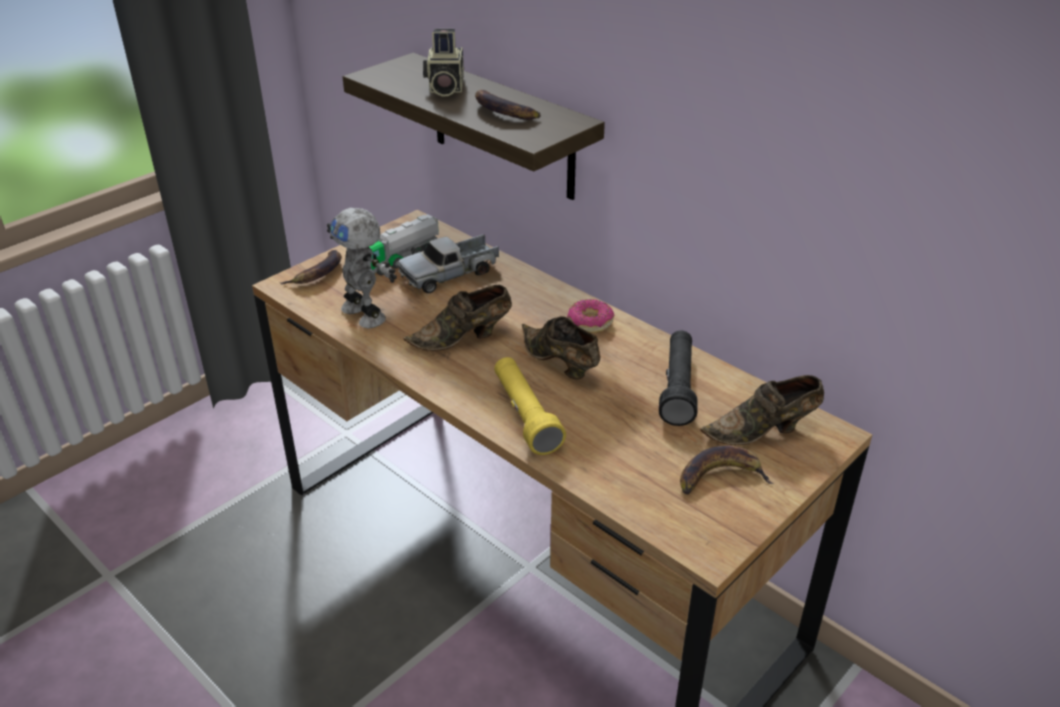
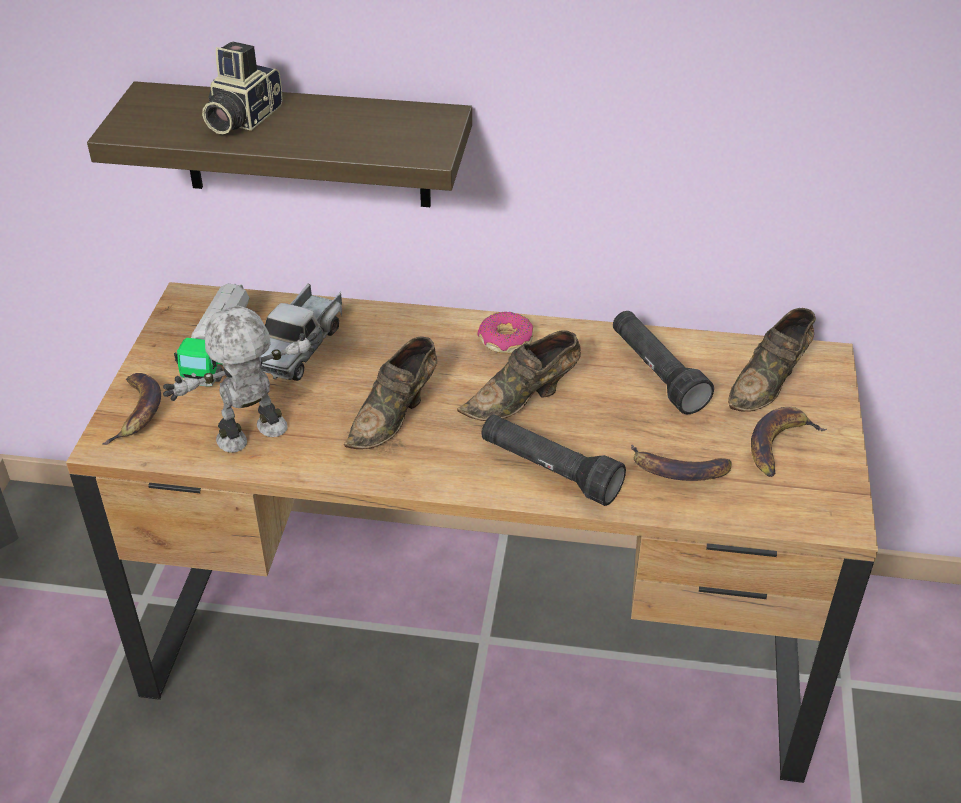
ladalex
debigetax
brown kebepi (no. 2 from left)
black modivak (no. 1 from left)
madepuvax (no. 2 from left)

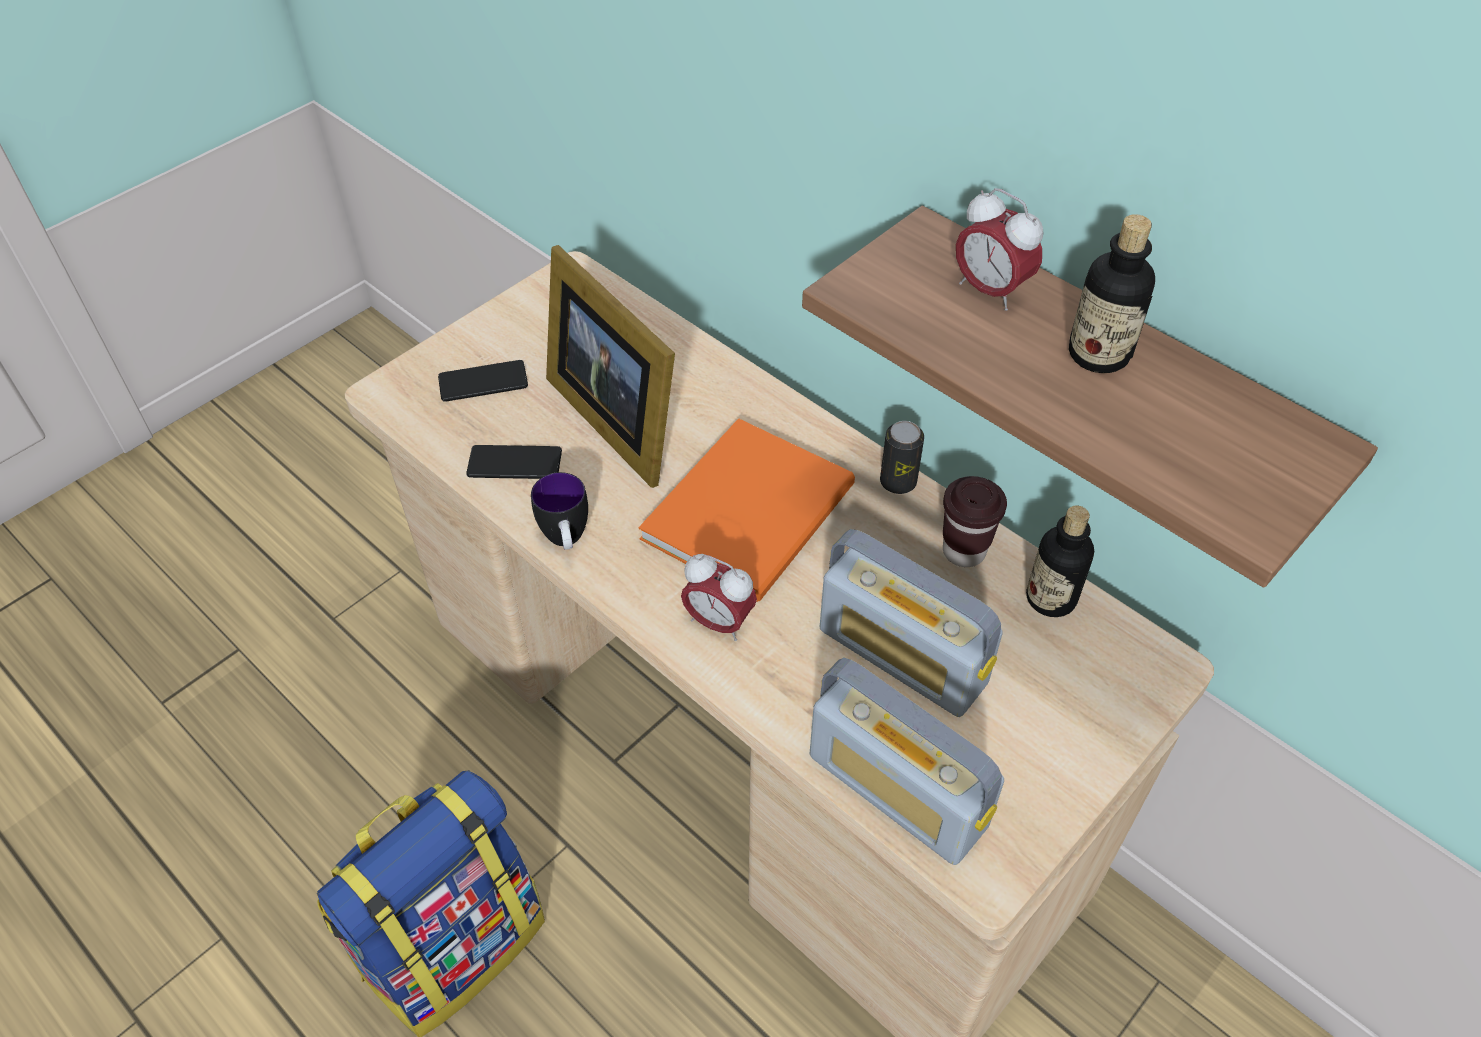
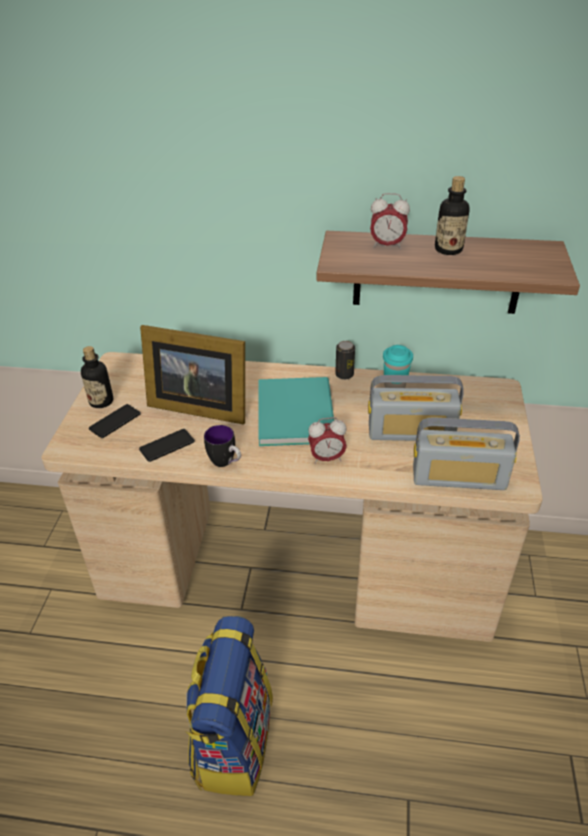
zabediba (no. 1 from left)
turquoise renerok
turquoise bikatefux

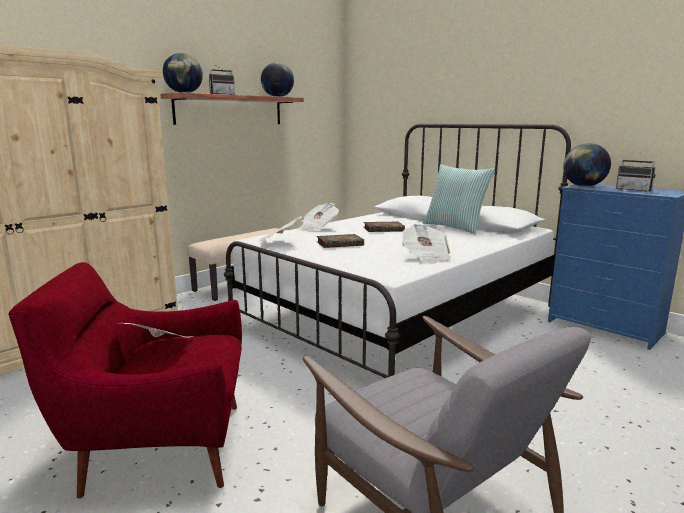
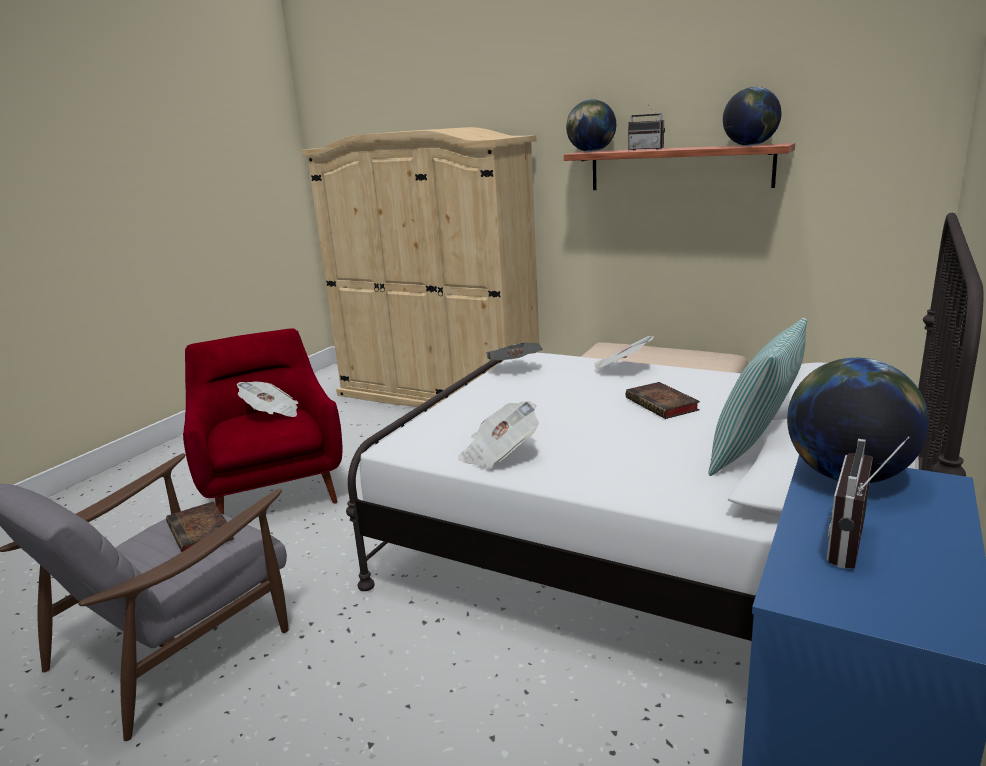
renerok (no. 1 from left)

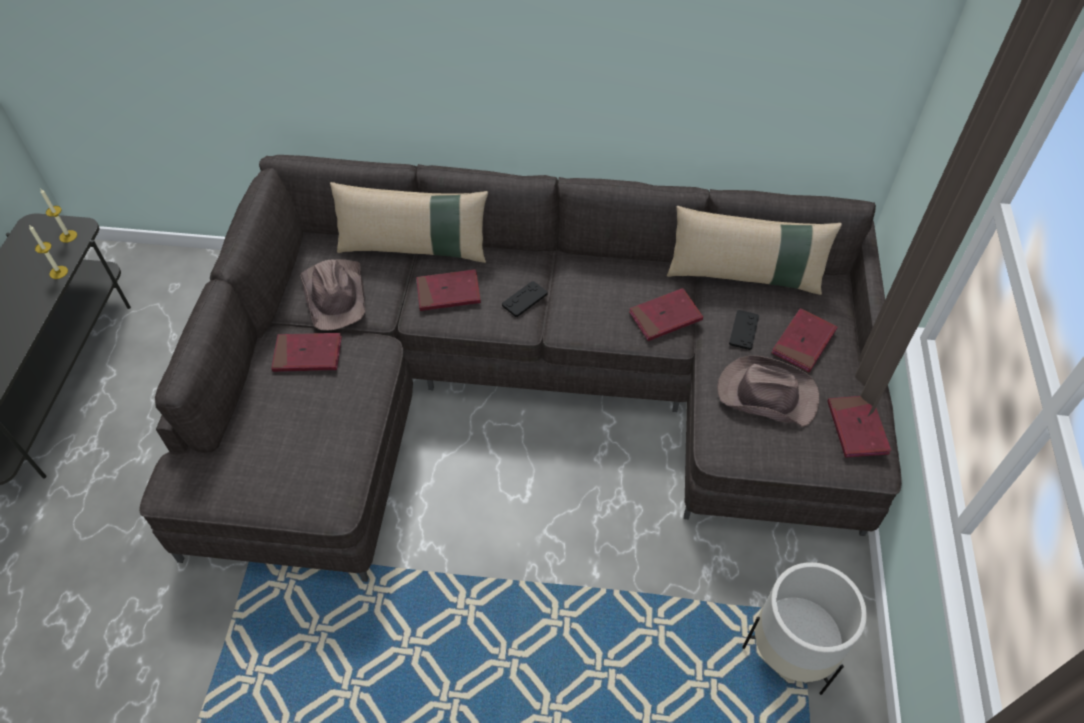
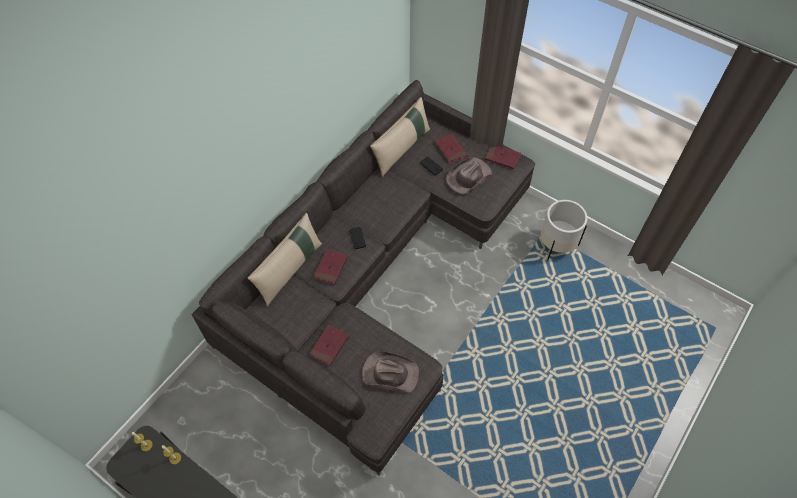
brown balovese (no. 1 from left)
red renerok (no. 3 from left in the first image)

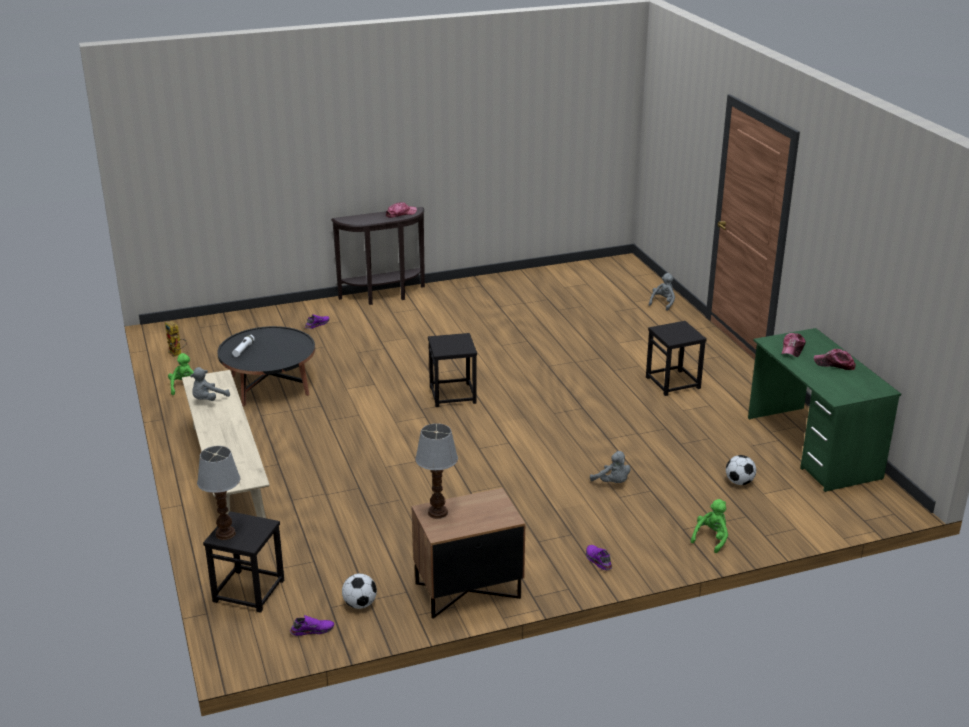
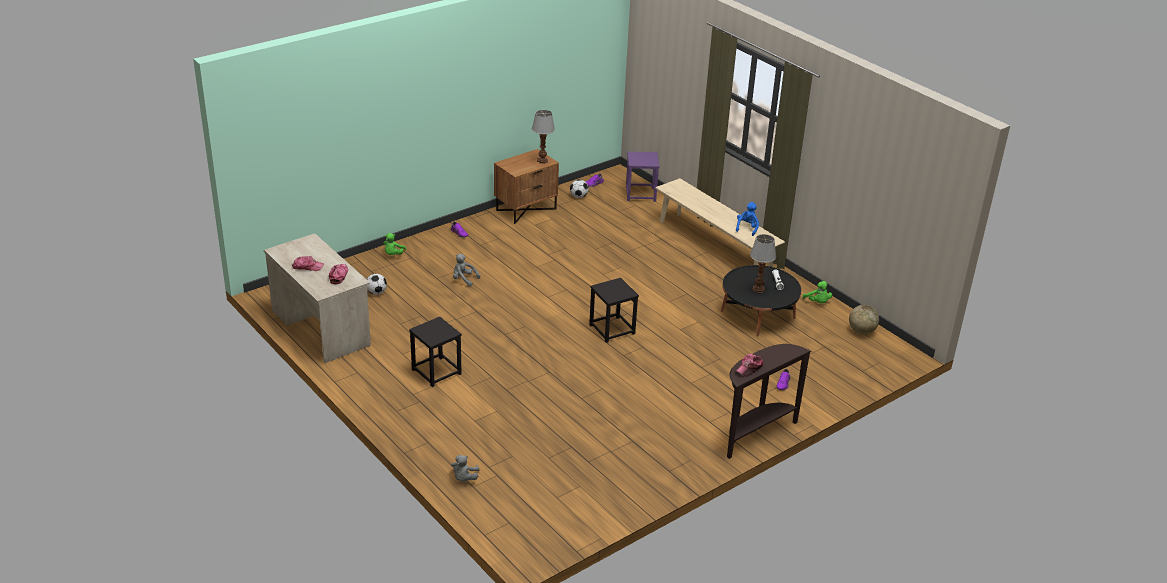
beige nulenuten
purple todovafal
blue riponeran
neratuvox (no. 2 from left)
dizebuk

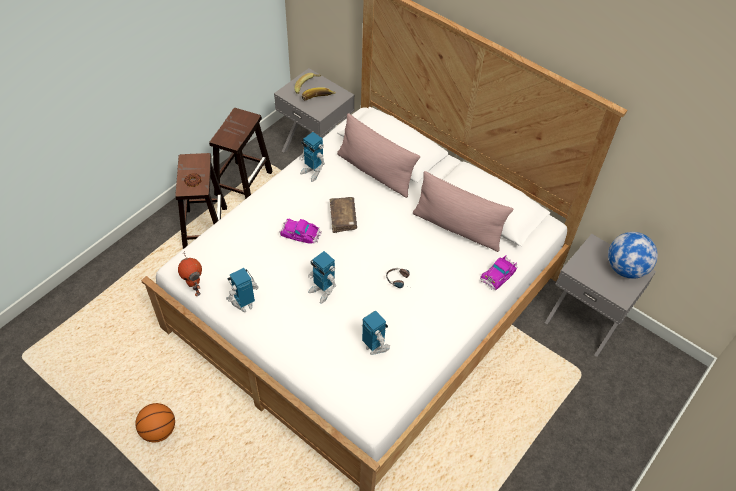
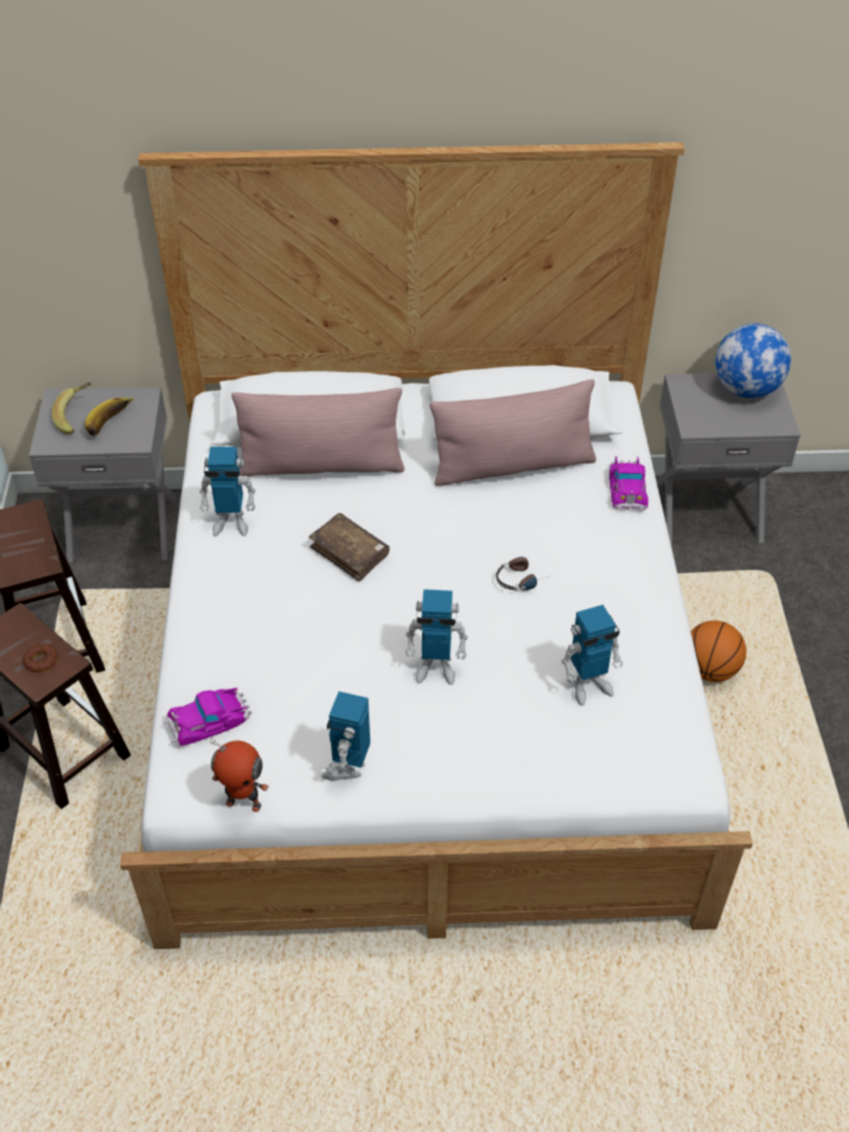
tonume (no. 1 from left)
ladalex (no. 5 from left)
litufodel

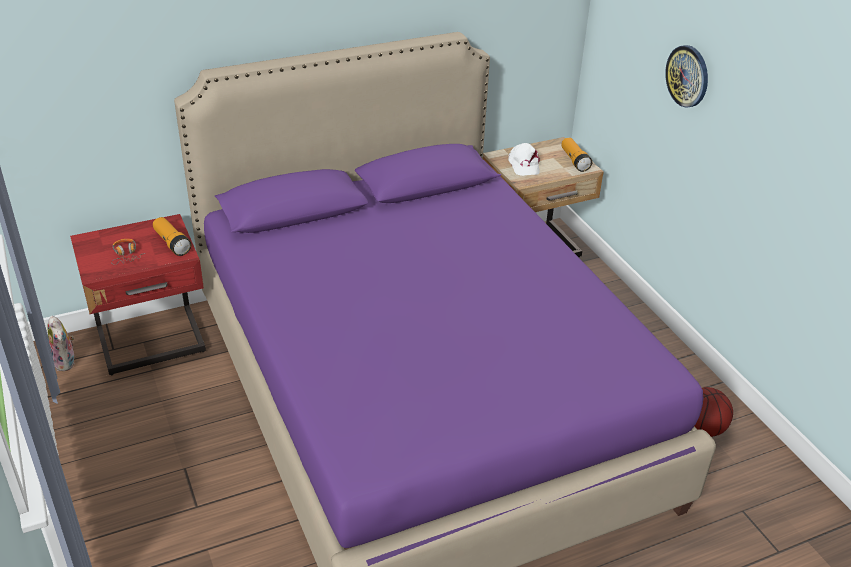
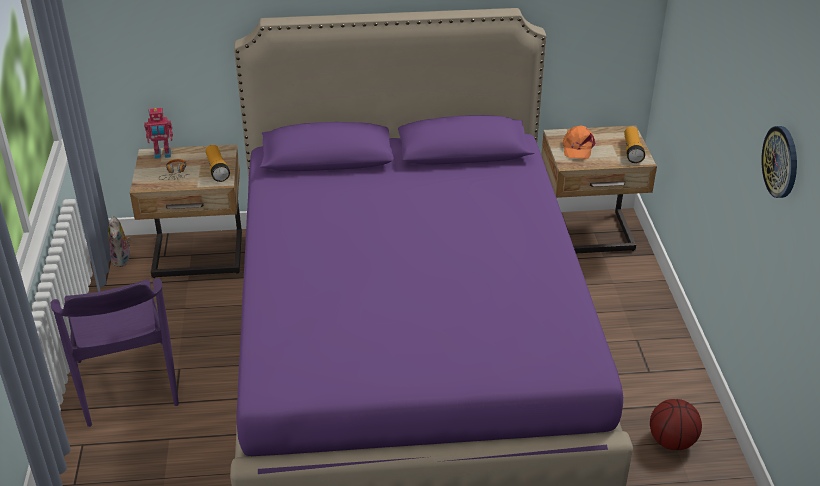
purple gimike
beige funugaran (no. 1 from left)
ladalex
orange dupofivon
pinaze

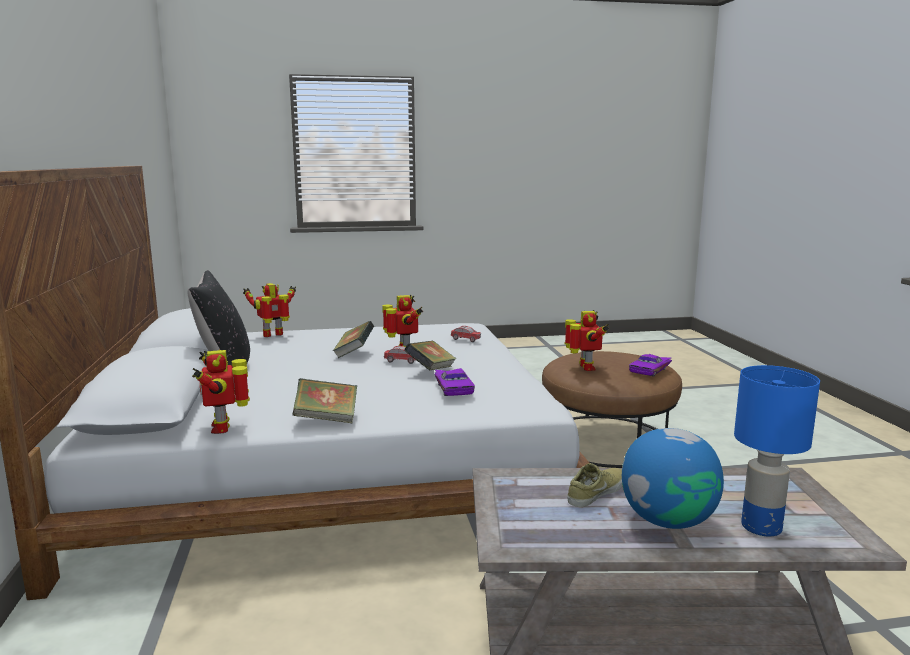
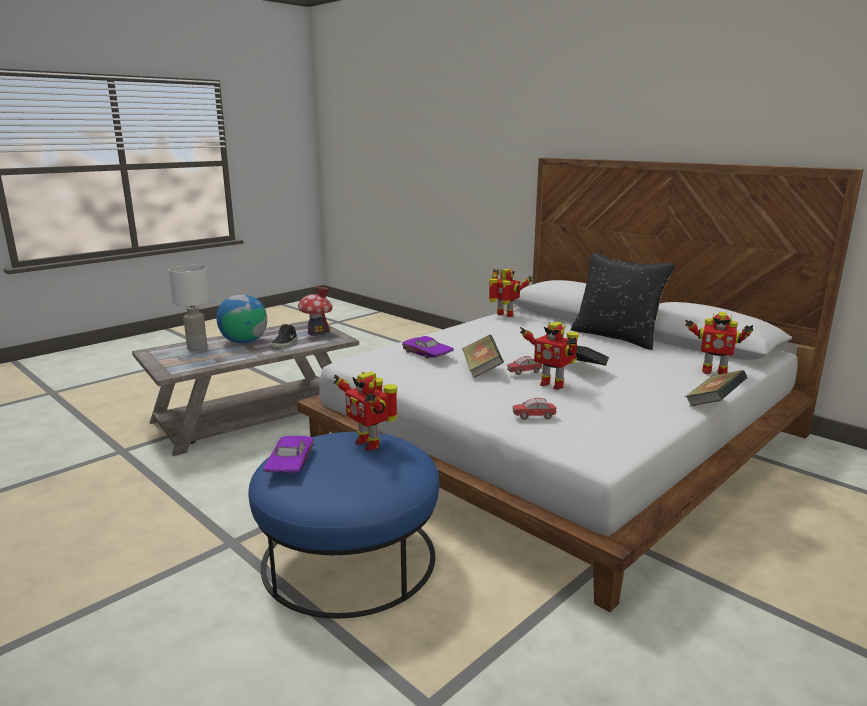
white neratuvox
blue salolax
black kebepi
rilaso
ladalex (no. 4 from left)
renerok (no. 3 from left)

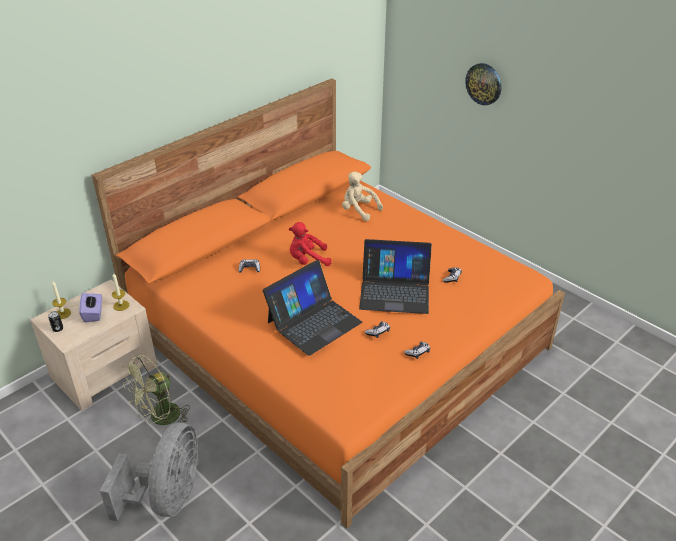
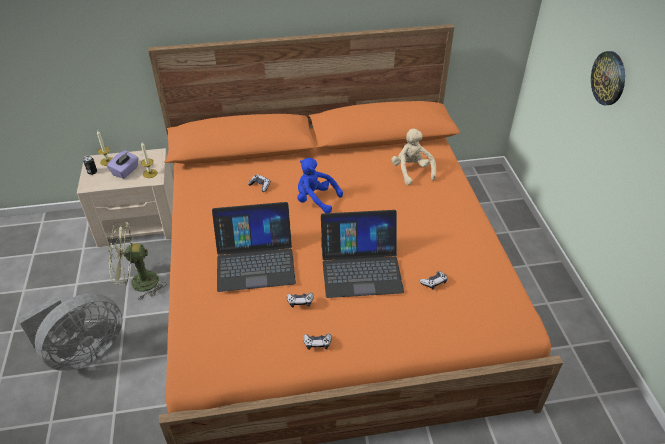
blue riponeran
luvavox (no. 2 from left)

